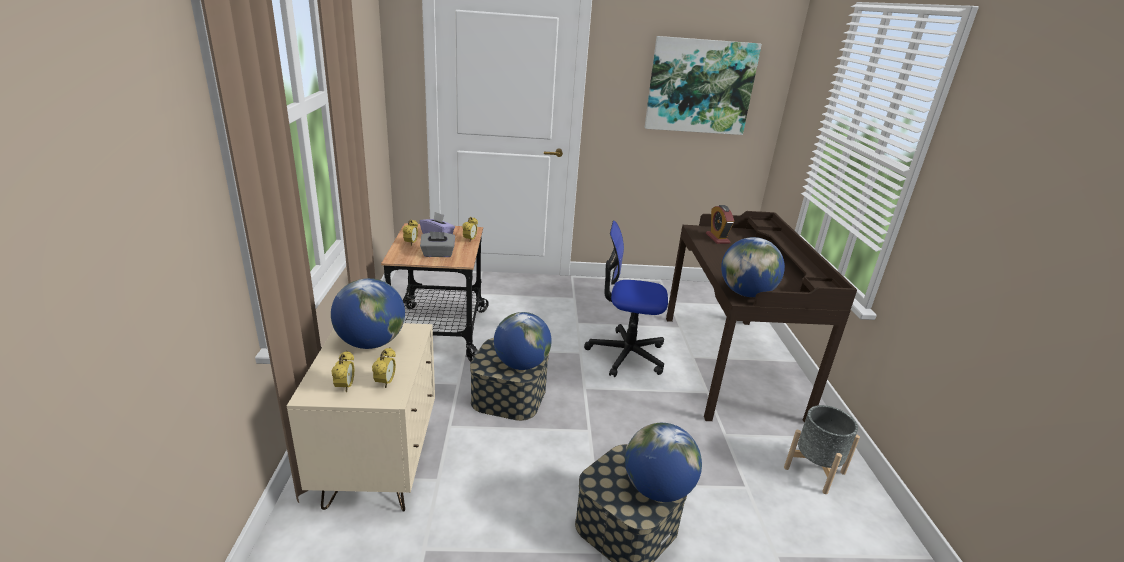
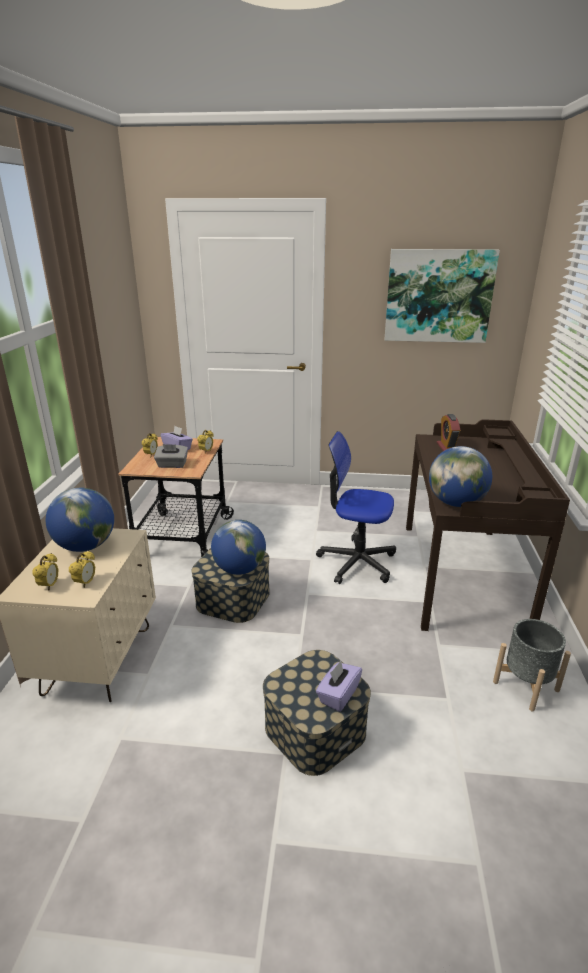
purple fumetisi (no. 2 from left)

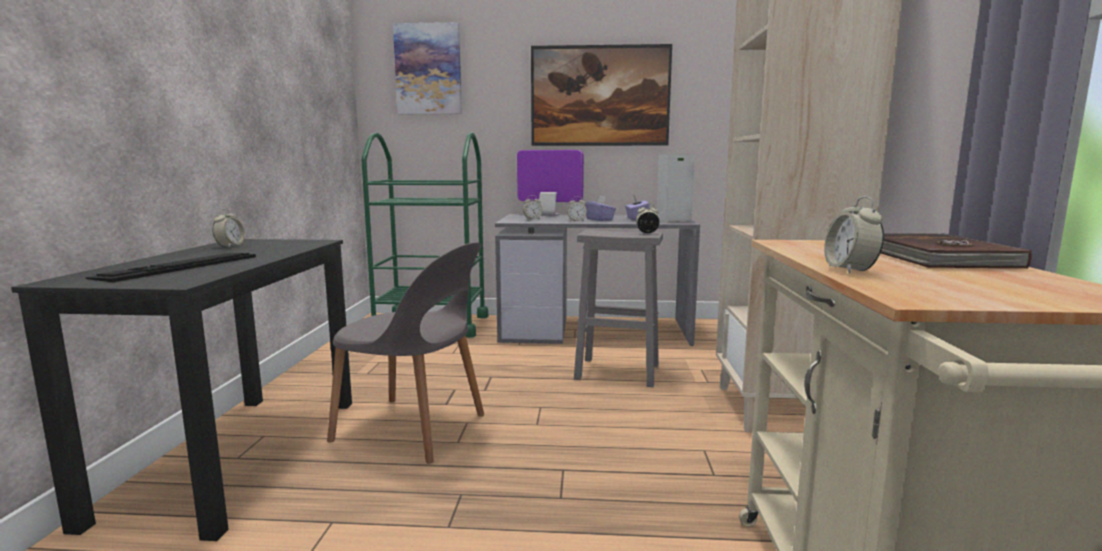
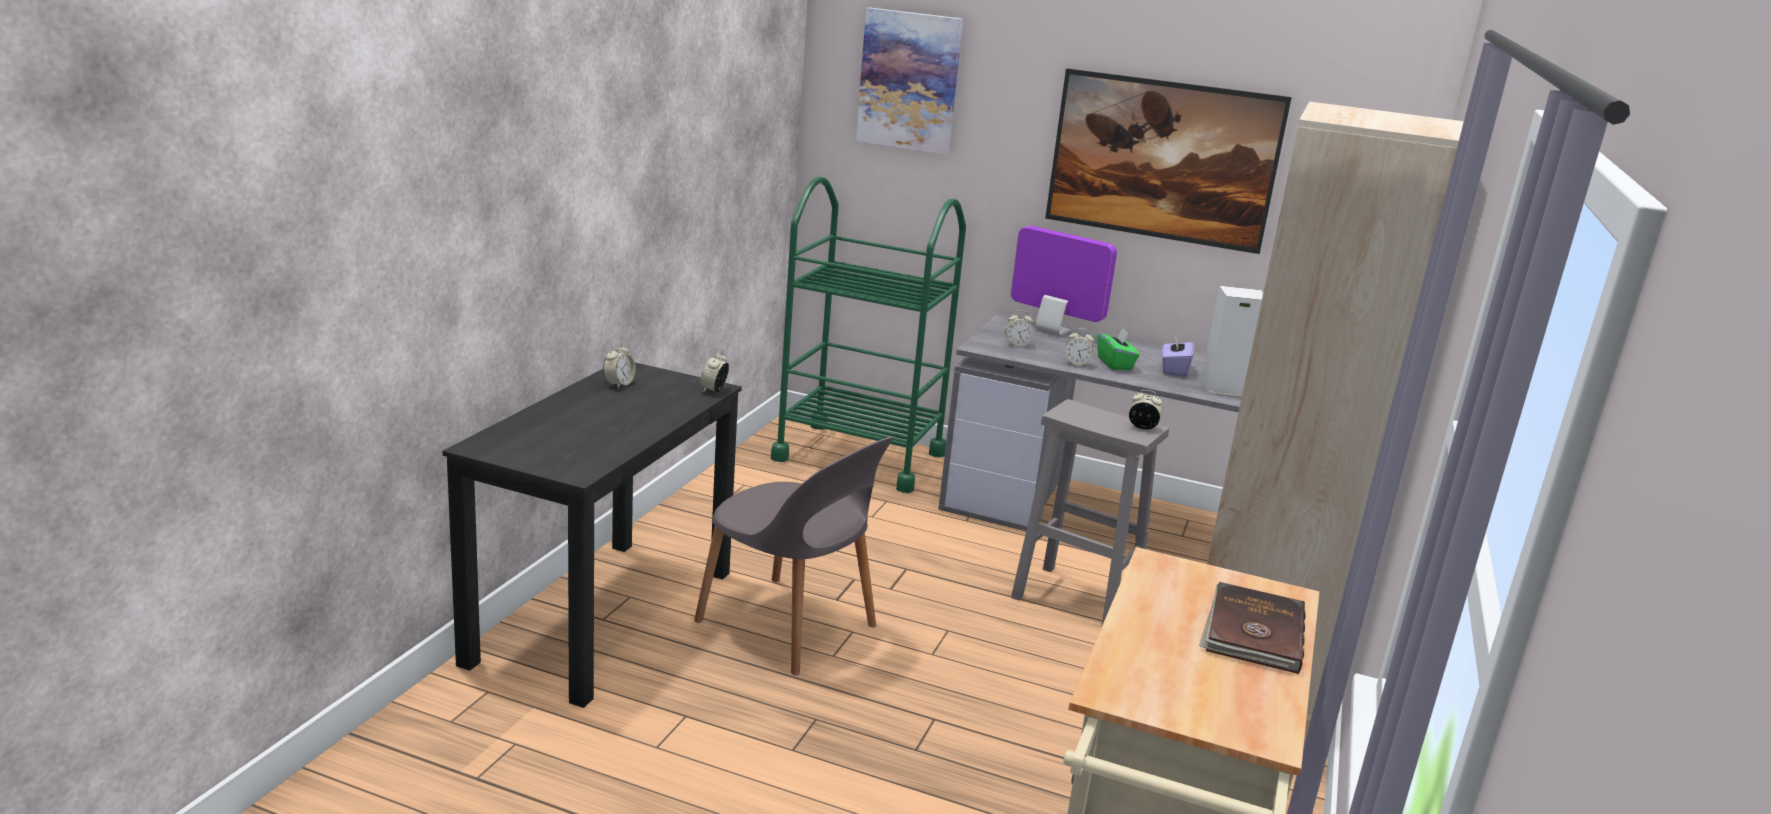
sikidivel (no. 2 from left)
green fumetisi
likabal

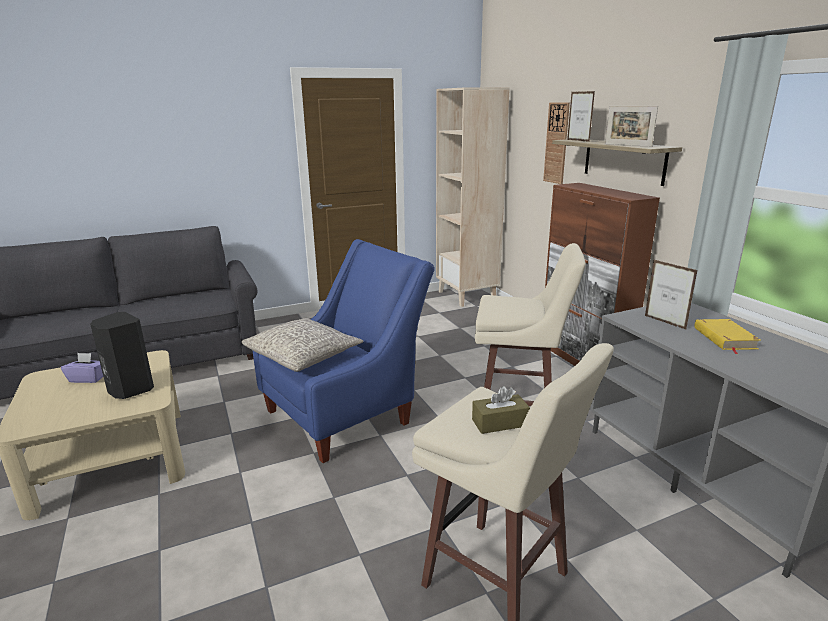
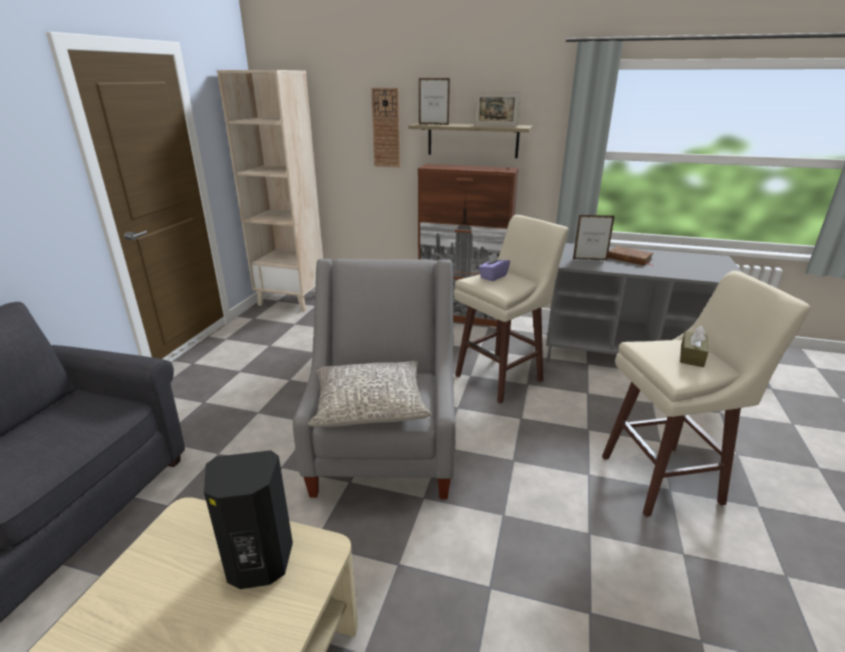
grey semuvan
purple fumetisi
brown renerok

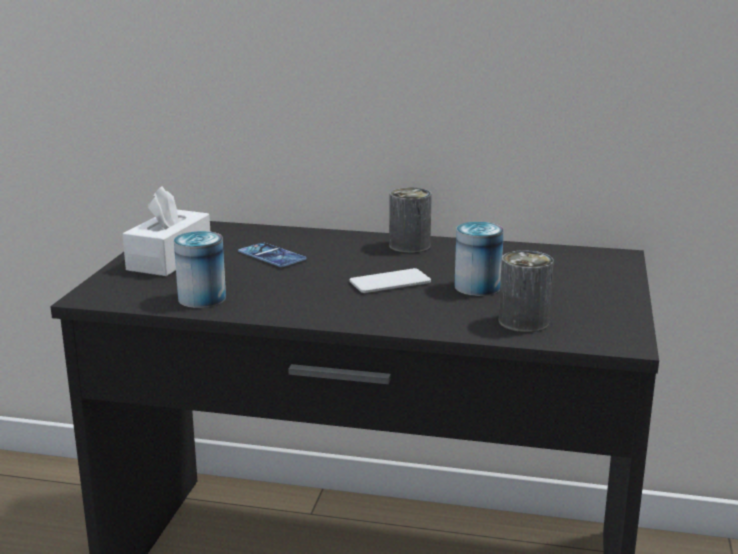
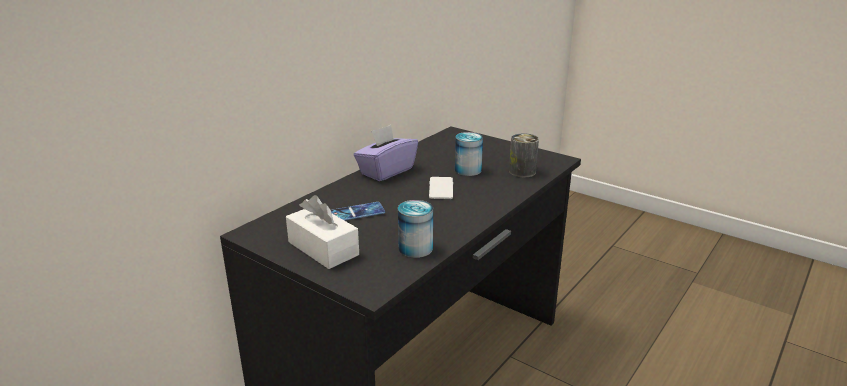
purple fumetisi

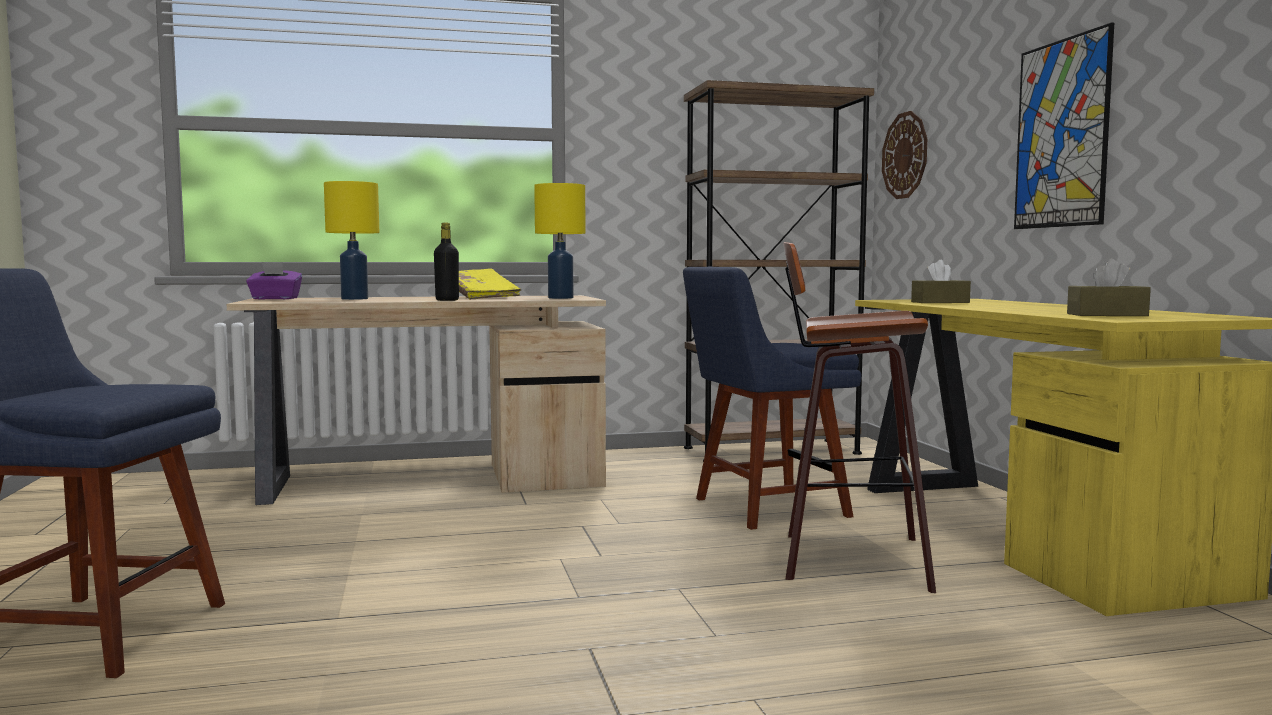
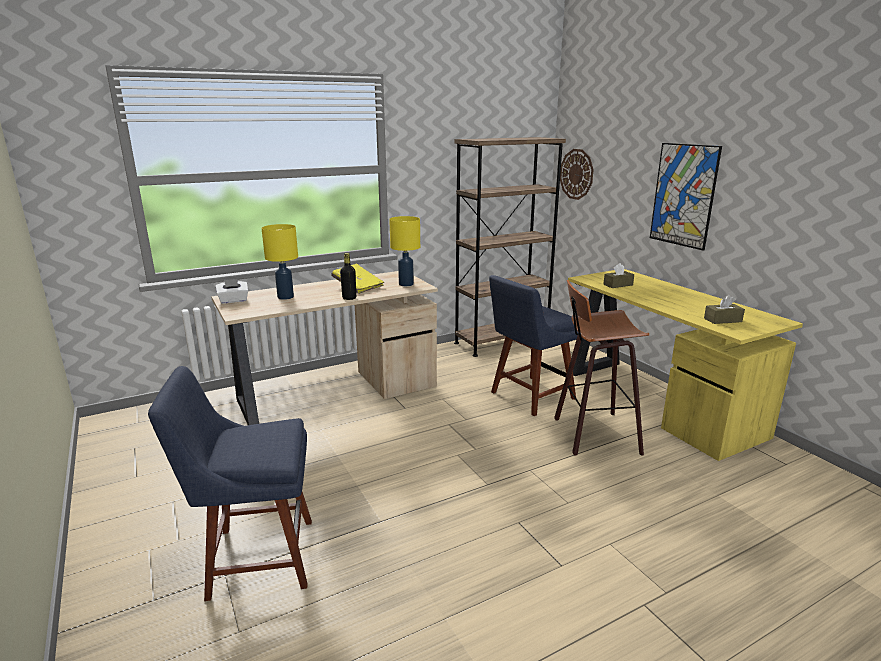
white fumetisi

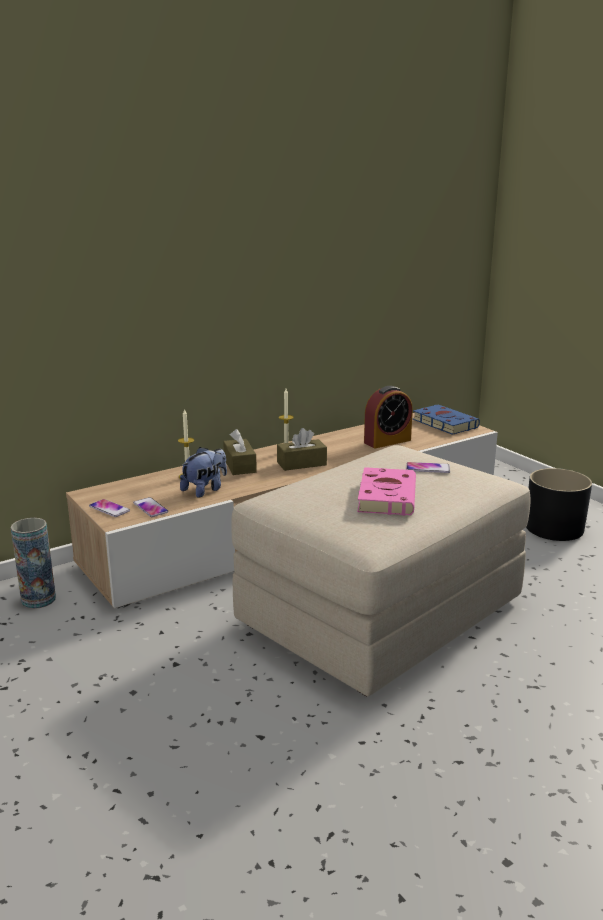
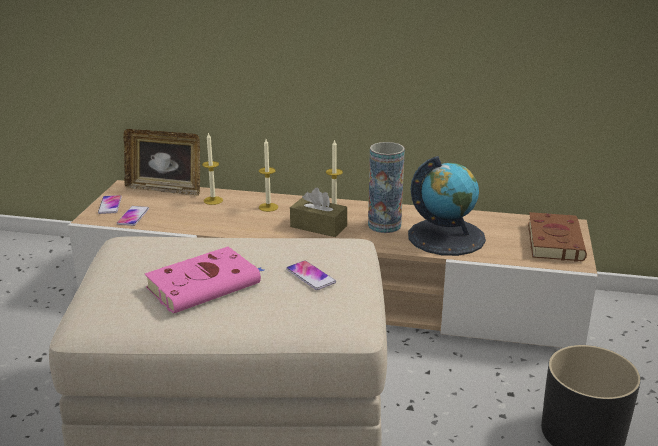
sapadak
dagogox (no. 2 from left)
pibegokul
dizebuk
brown renerok
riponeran

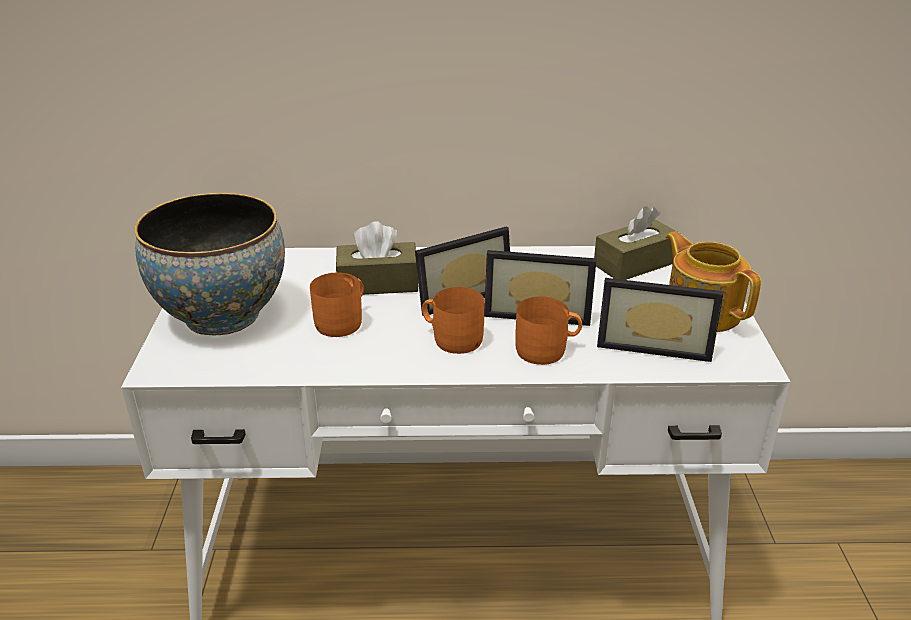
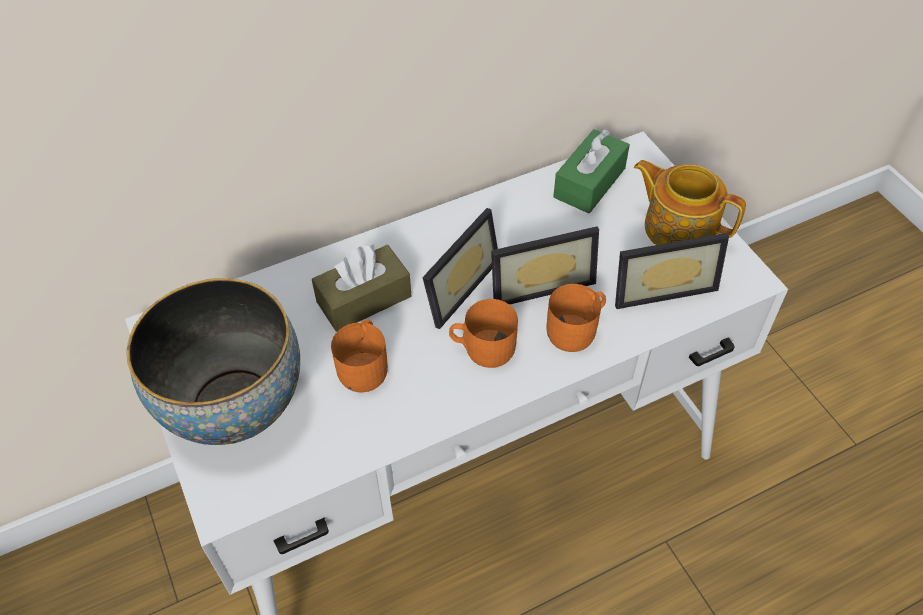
green fumetisi

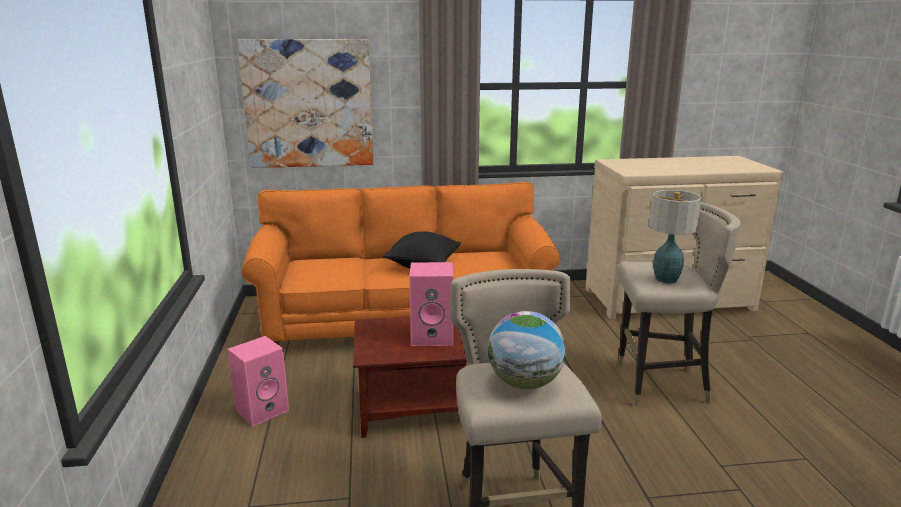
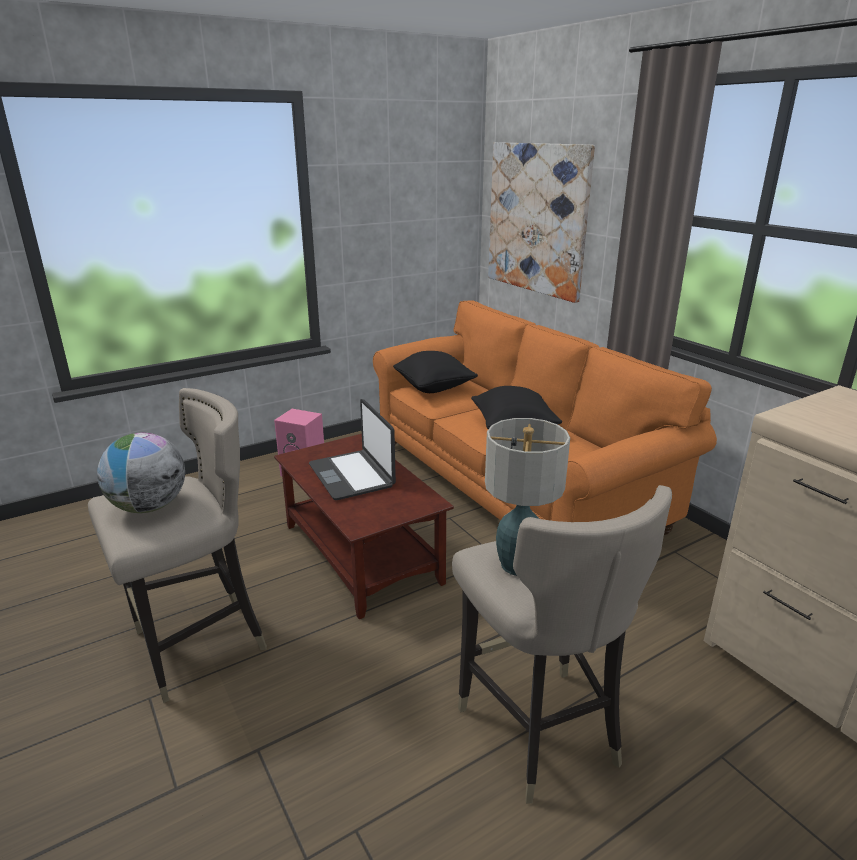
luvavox
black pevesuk (no. 1 from left)

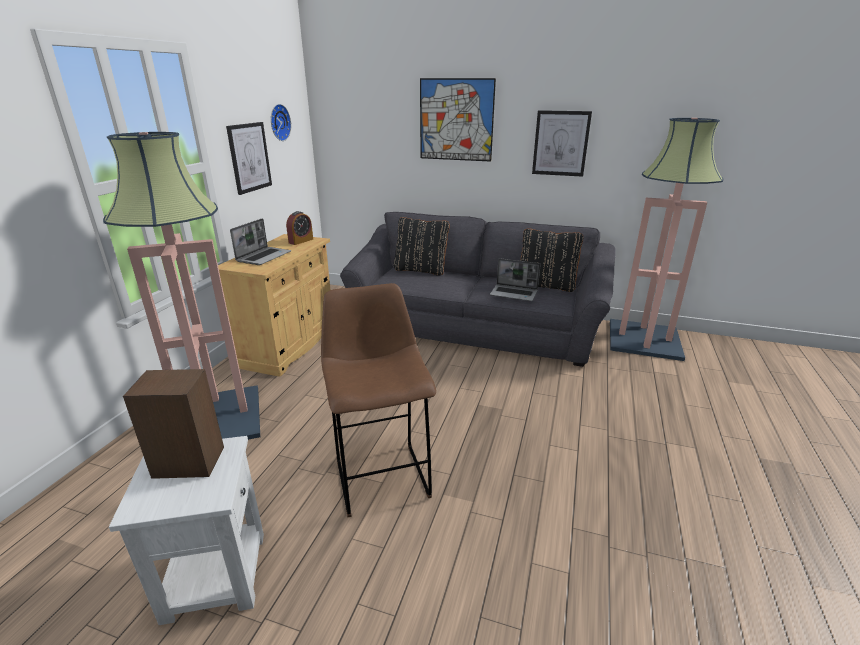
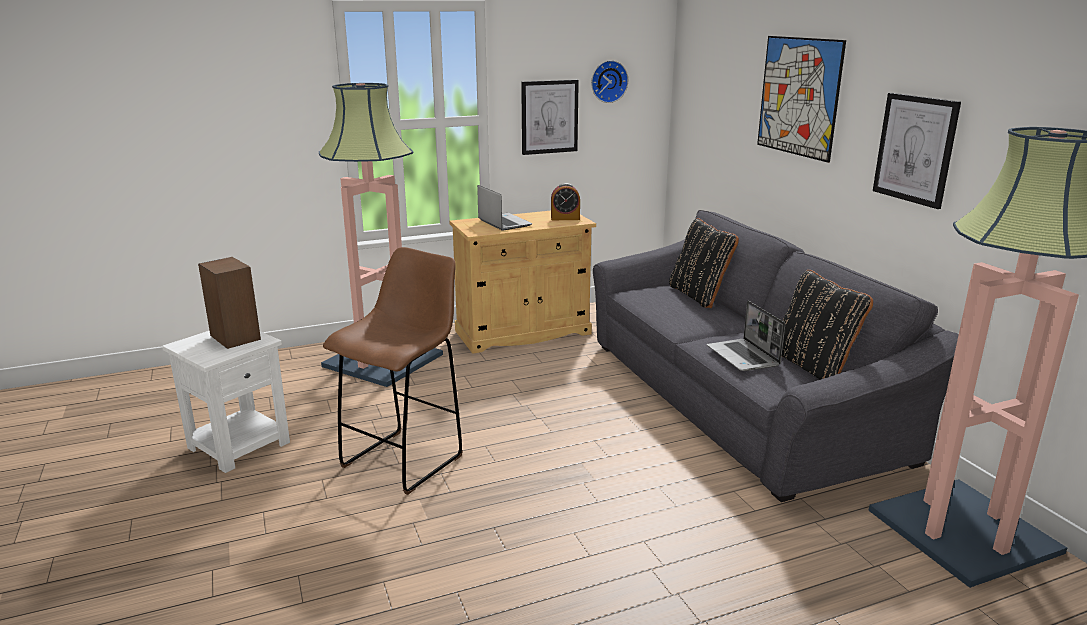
luvavox (no. 1 from left)

